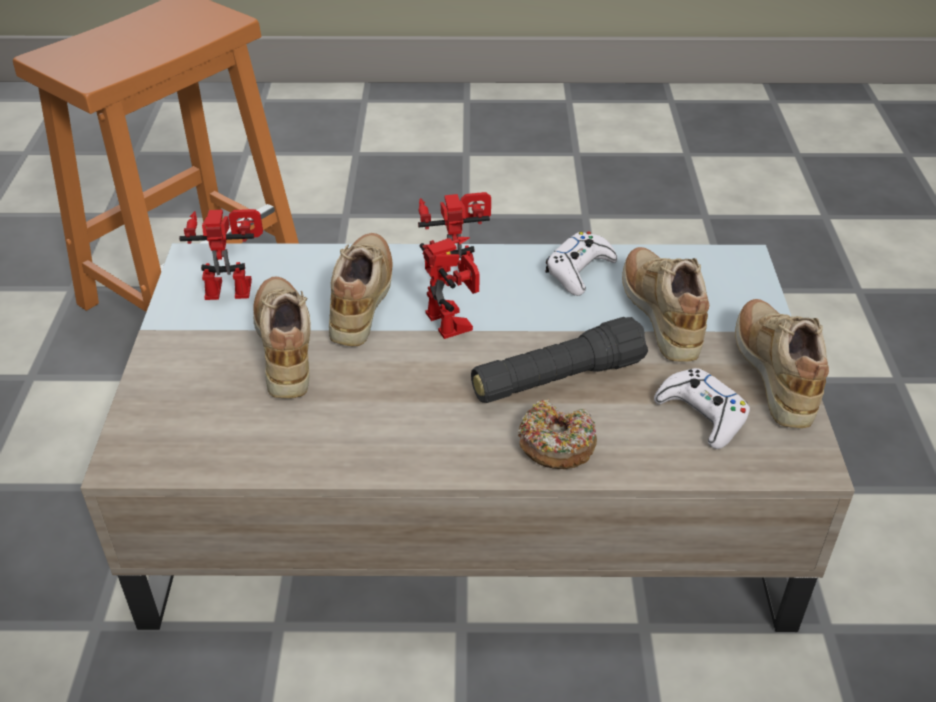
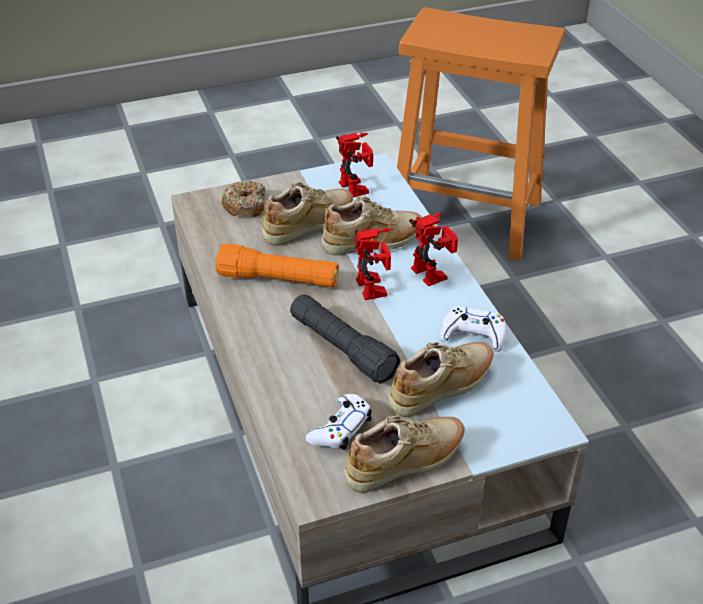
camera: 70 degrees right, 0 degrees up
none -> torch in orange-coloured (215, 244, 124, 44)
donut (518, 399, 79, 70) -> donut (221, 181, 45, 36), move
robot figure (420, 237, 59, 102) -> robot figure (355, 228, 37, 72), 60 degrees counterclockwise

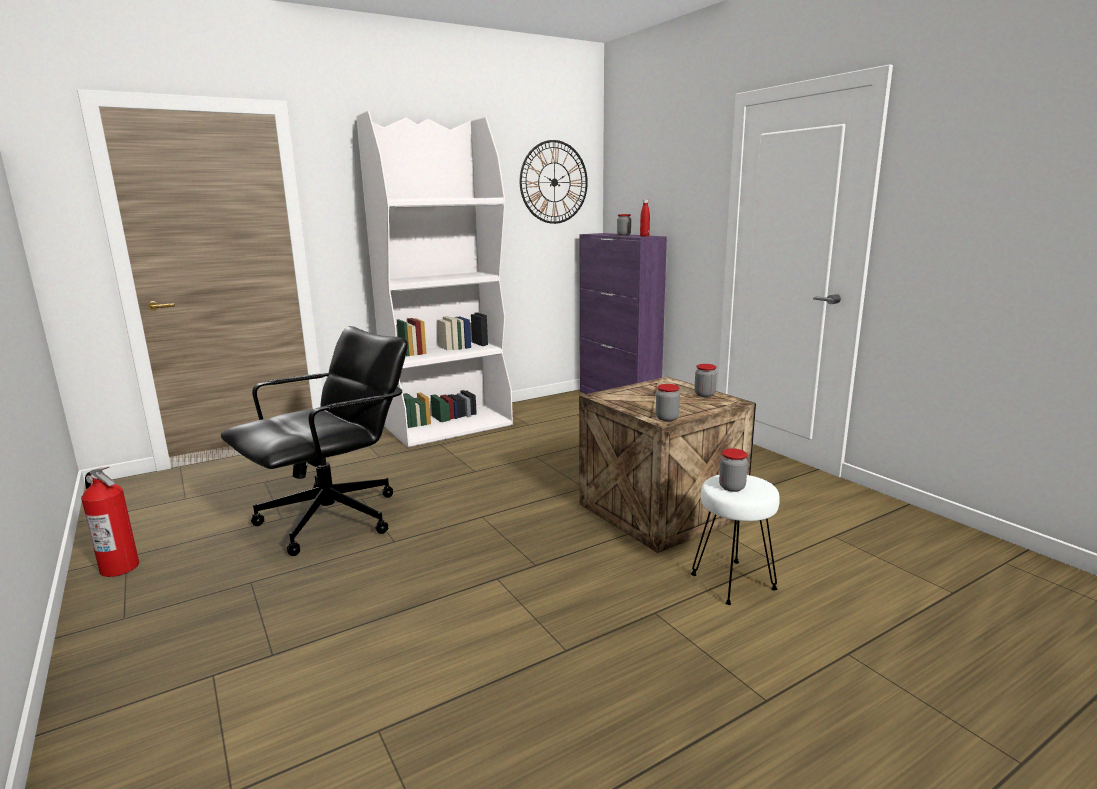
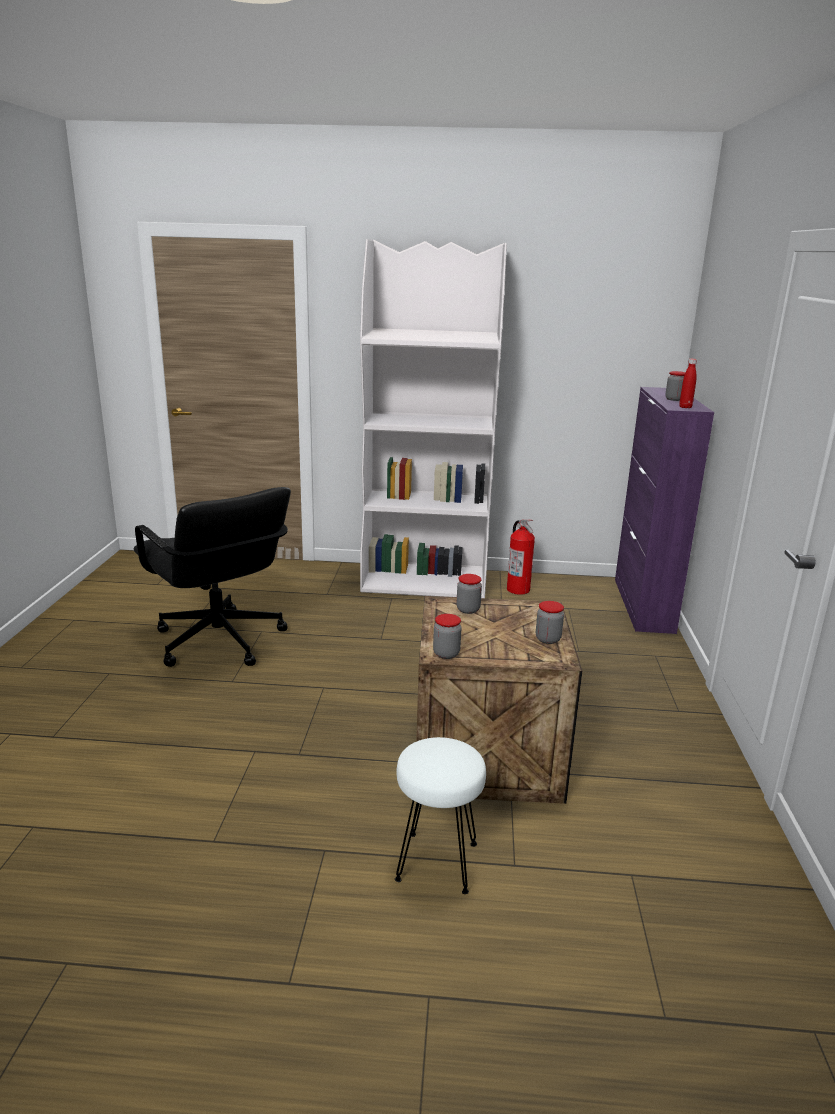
camera: 35 degrees right, 5 degrees up
clock on the wall (520, 140, 68, 84) -> none
fire-fighting cylinder (81, 467, 58, 110) -> fire-fighting cylinder (507, 519, 28, 76), move
storage jar (719, 448, 29, 44) -> storage jar (456, 574, 26, 40), move
desk chair in blackish (221, 326, 187, 230) -> desk chair in blackish (134, 487, 157, 180), 60 degrees clockwise

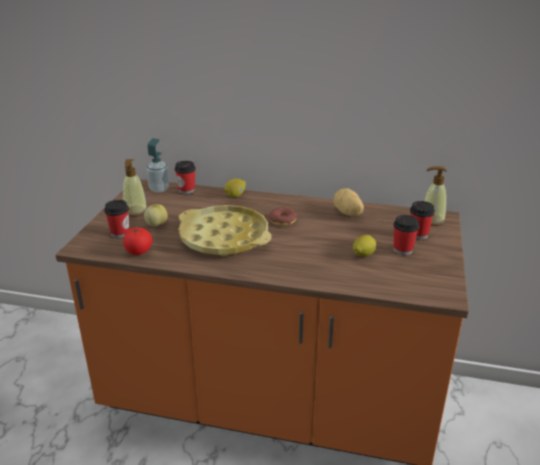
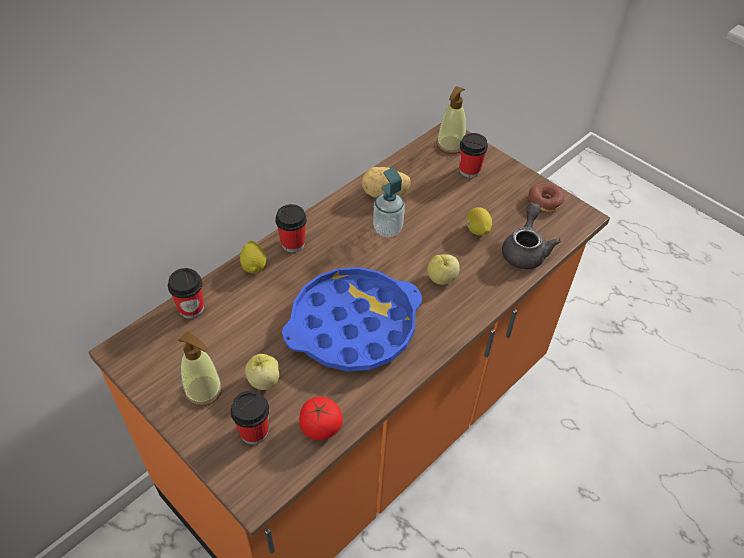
camera: 60 degrees left, 20 degrees up
none -> apple (427, 254, 33, 31)
none -> teapot in greyish (502, 203, 59, 66)
soap dispenser (147, 138, 22, 54) -> soap dispenser (373, 168, 32, 69), move
donut (269, 207, 28, 19) -> donut (528, 183, 36, 29), move
cup (394, 215, 25, 40) -> cup (275, 204, 32, 48), move
tray in yellow (179, 205, 92, 51) -> tray in bluish (282, 267, 140, 105)

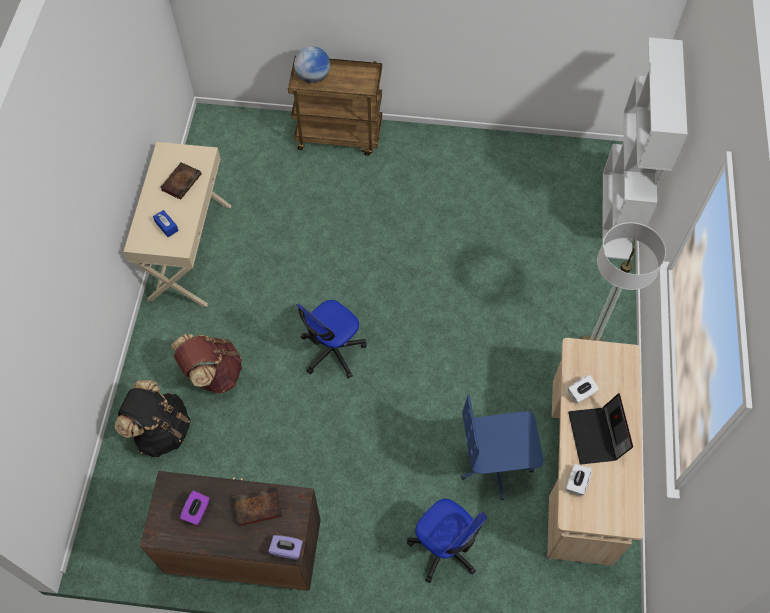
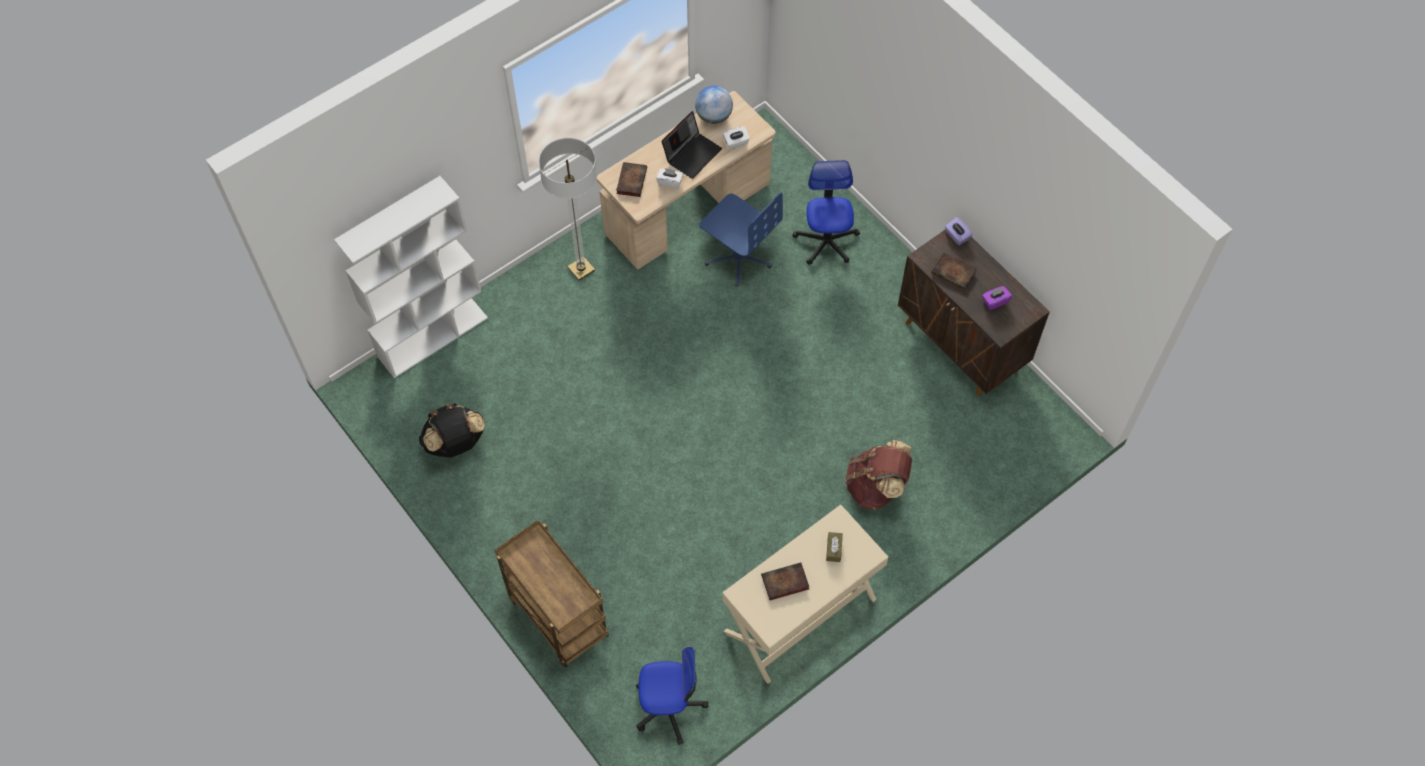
camera: 135 degrees left, 0 degrees up
none -> bound book (616, 162, 31, 35)
knapsack in blackish (115, 380, 76, 77) -> knapsack in blackish (419, 403, 66, 55), move
globe (294, 46, 36, 37) -> globe (695, 86, 38, 38), move
desk chair (297, 300, 70, 78) -> desk chair (636, 647, 72, 98), move
box of tissues in bluish (153, 210, 26, 27) -> box of tissues in brown (826, 532, 17, 30)

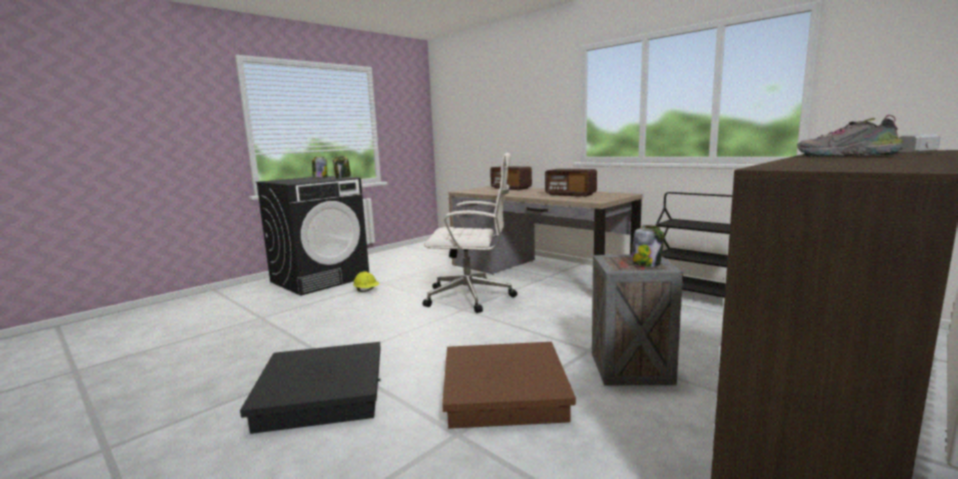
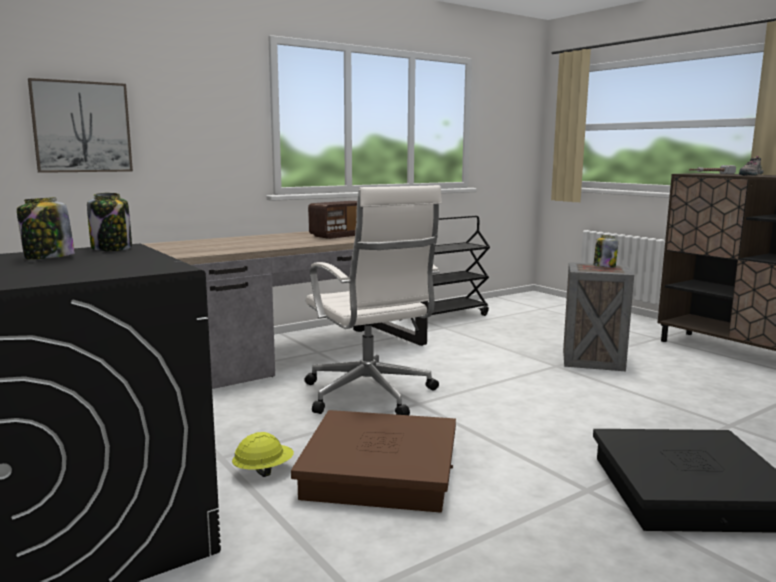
camera: 80 degrees left, 0 degrees up
radio receiver (490, 166, 42, 24) -> none
none -> wall art (28, 78, 105, 95)
storage bin in brown (442, 342, 134, 87) -> storage bin in brown (291, 410, 165, 103), move
desk chair in whitish (423, 152, 94, 161) -> desk chair in whitish (305, 185, 137, 230), 135 degrees clockwise

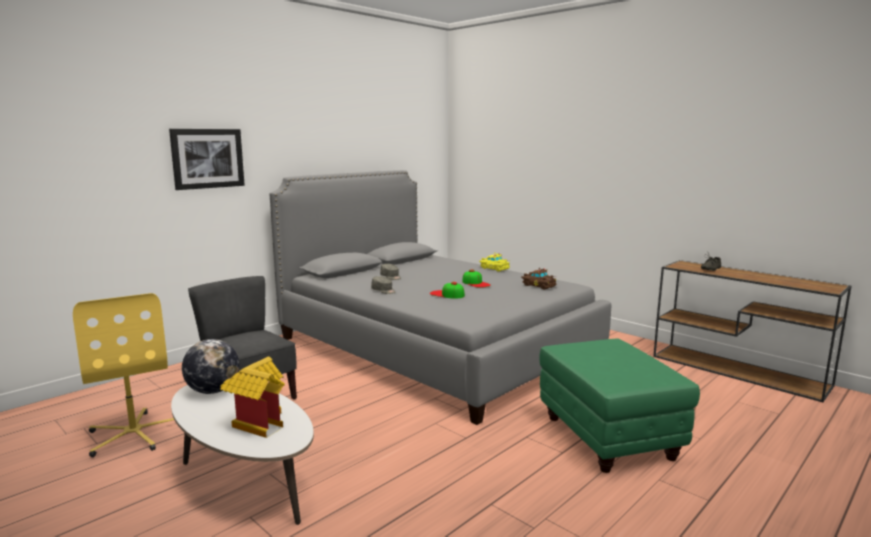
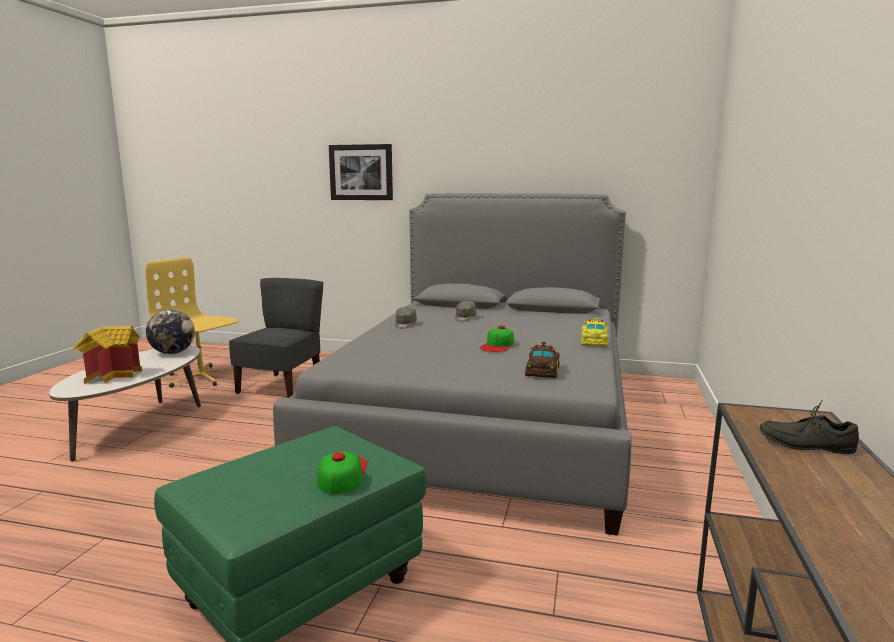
camera: 60 degrees right, 0 degrees up
cap (430, 282, 35, 17) -> cap (317, 451, 50, 43), move
desk chair in yellow (73, 293, 101, 164) -> desk chair in yellow (145, 257, 94, 131), 90 degrees clockwise

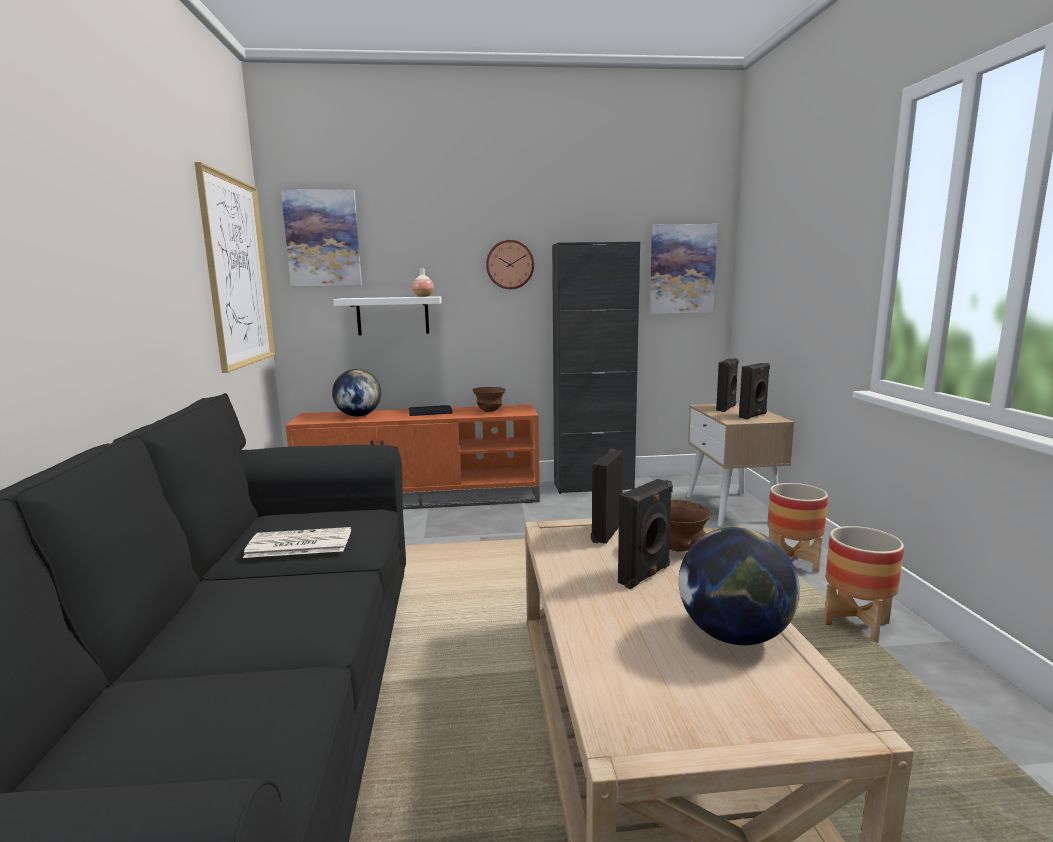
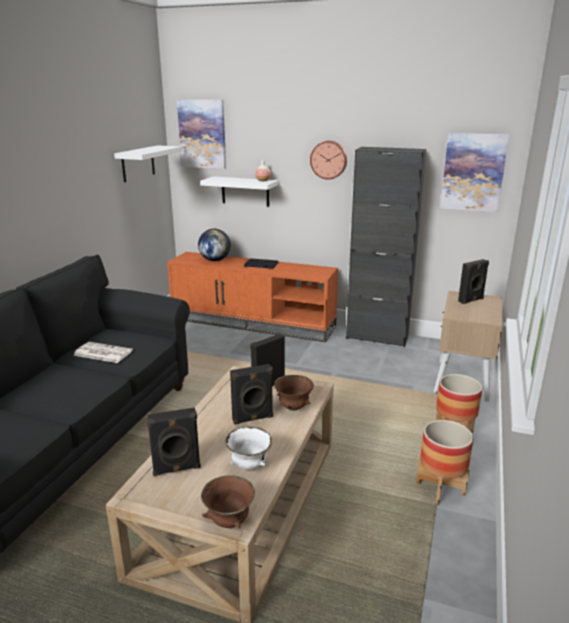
camera: 25 degrees right, 10 degrees up
deep dish in brown (473, 387, 33, 25) -> deep dish in brown (201, 475, 54, 53), move
audio speaker in blackish (739, 363, 31, 56) -> audio speaker in blackish (147, 408, 54, 68), move
wall art (194, 162, 81, 211) -> bracket shelf in whitish (114, 145, 69, 37)
globe (679, 527, 121, 118) -> deep dish in whitish (225, 426, 47, 44)

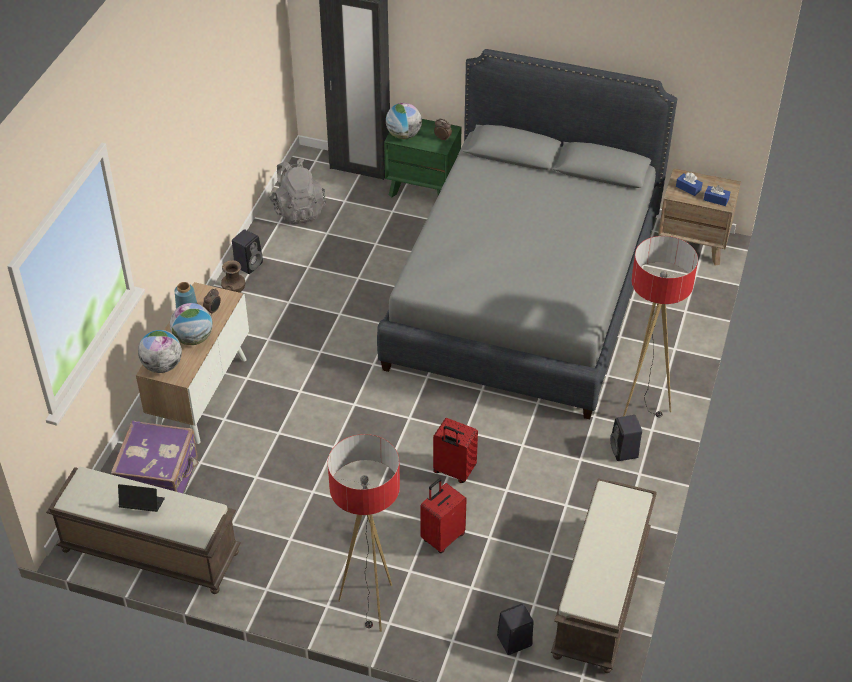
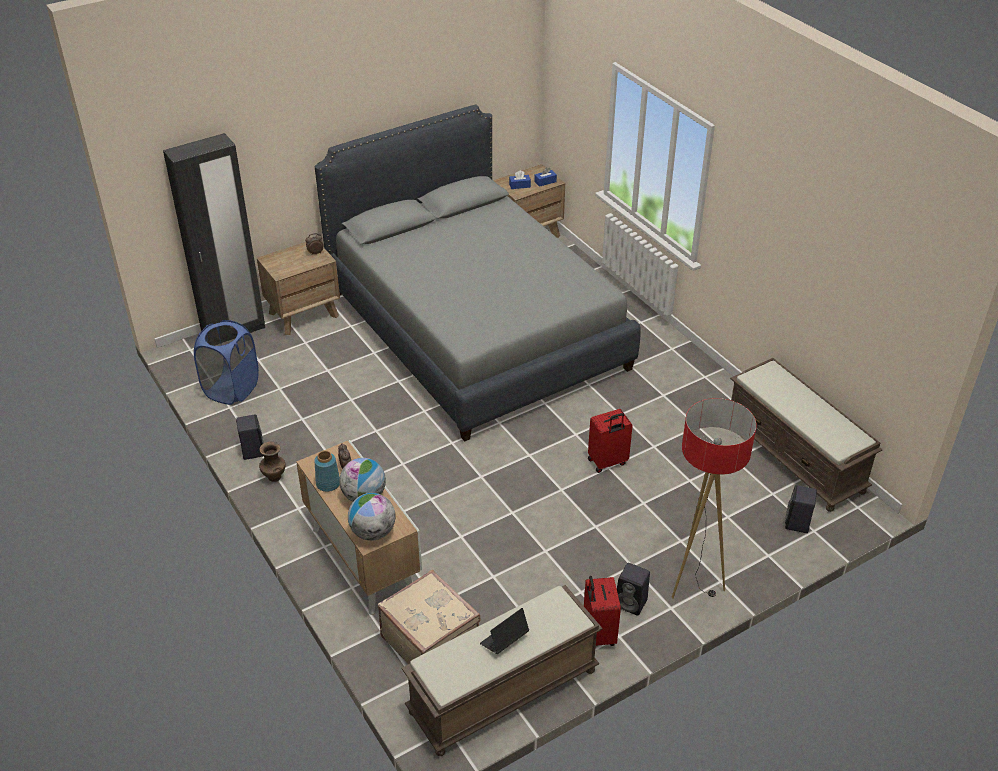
camera: 50 degrees left, 5 degrees down
globe (386, 103, 36, 36) -> none
standing lamp (623, 236, 75, 181) -> none
piece of luggage in red-coloured (420, 478, 47, 75) -> piece of luggage in red-coloured (584, 576, 37, 70), move
audio speaker in blackish (610, 415, 32, 46) -> audio speaker in blackish (617, 563, 33, 53), move
knapsack in greyish (269, 158, 57, 66) -> laundry basket in bluish (194, 320, 65, 85)
piece of luggage in purplish (111, 421, 88, 73) -> piece of luggage in beige (378, 570, 102, 94)
bedside table in greenish (384, 119, 78, 78) -> bedside table in brown (257, 242, 83, 93)

